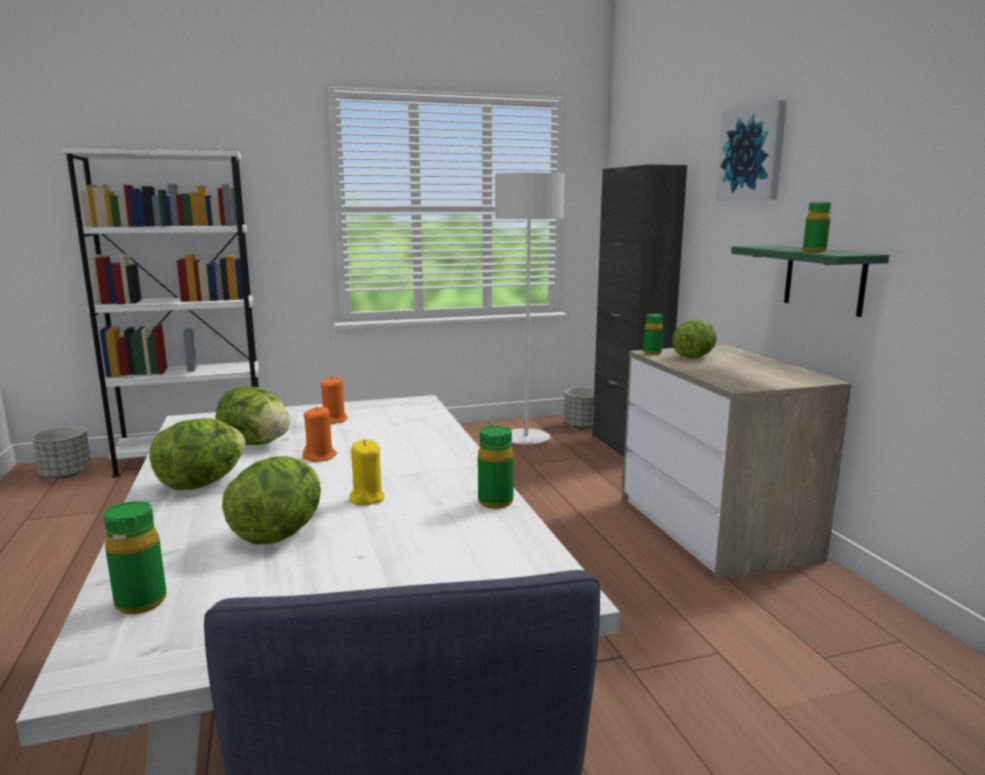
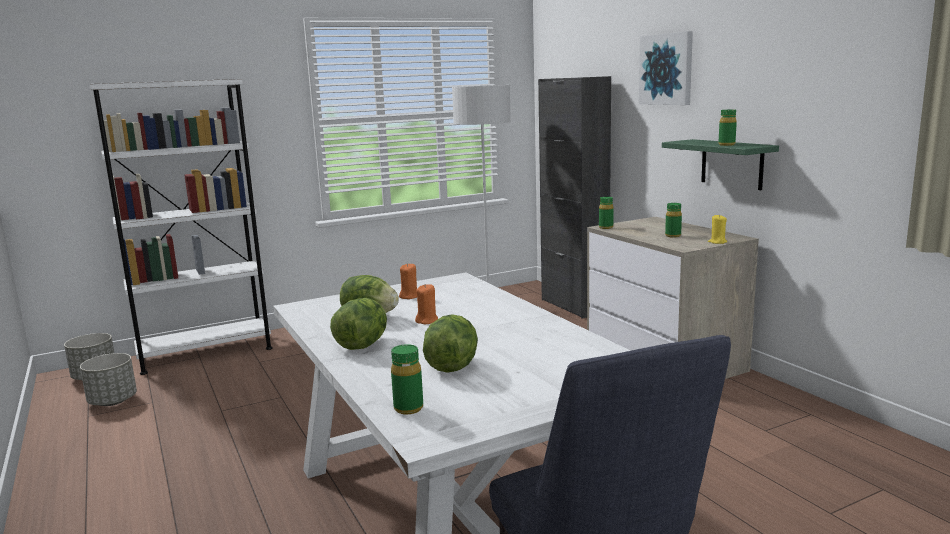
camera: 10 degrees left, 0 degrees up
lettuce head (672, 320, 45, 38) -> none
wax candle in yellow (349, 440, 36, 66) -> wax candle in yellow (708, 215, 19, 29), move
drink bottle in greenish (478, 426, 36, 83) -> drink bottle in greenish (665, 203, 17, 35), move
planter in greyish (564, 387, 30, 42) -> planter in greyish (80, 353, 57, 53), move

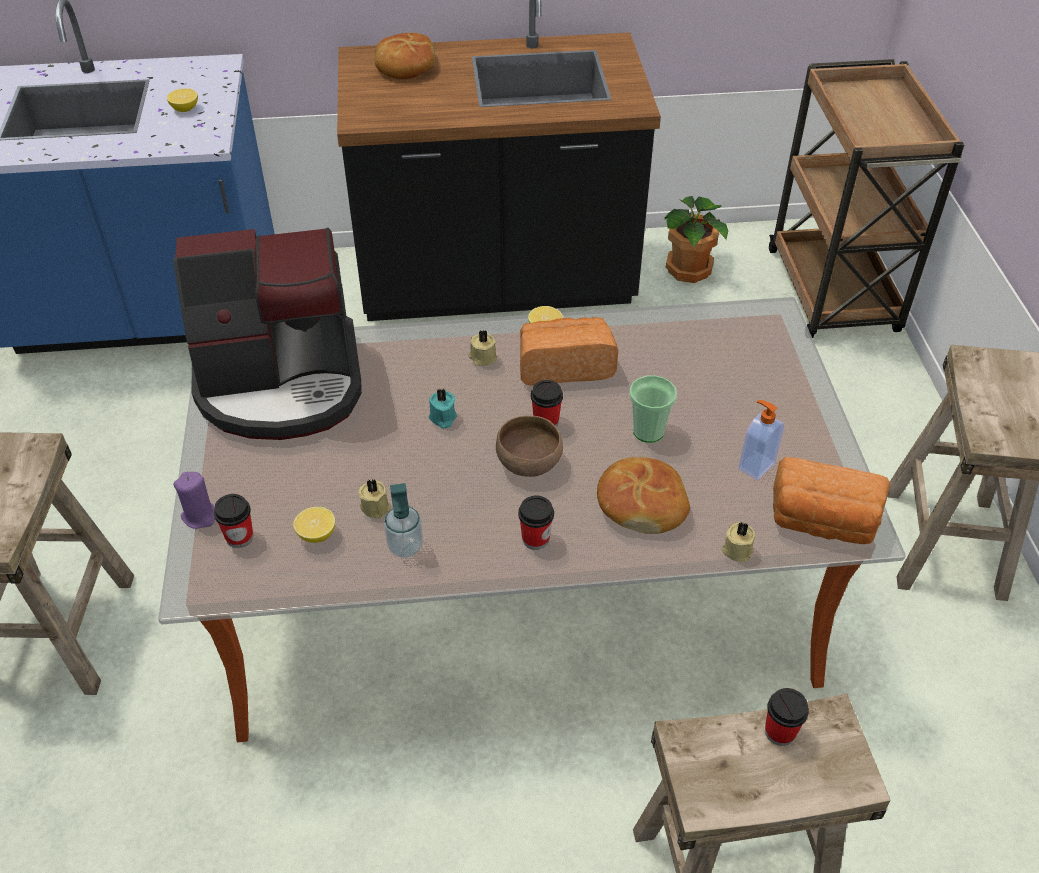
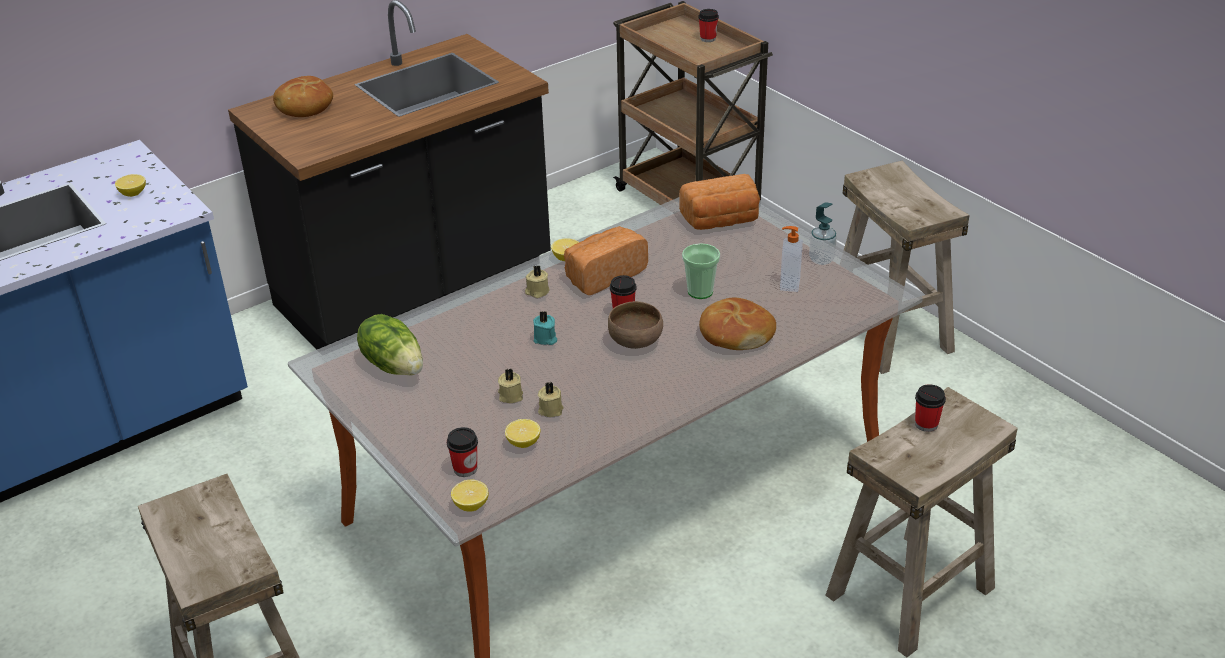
camera: 30 degrees left, 10 degrees down
wax candle in purplish (173, 472, 42, 57) -> none
potted plant (664, 196, 64, 87) -> none
none -> lemon (451, 480, 37, 31)
soap dispenser (384, 483, 39, 75) -> soap dispenser (809, 203, 28, 62), move
cup (518, 495, 36, 55) -> cup (698, 9, 21, 33), move
wax candle in beige (722, 522, 34, 40) -> wax candle in beige (498, 368, 25, 35), move
baked bread (773, 457, 117, 87) -> baked bread (679, 174, 81, 56), move
coffee machine (173, 228, 189, 212) -> lettuce head (357, 314, 66, 62)

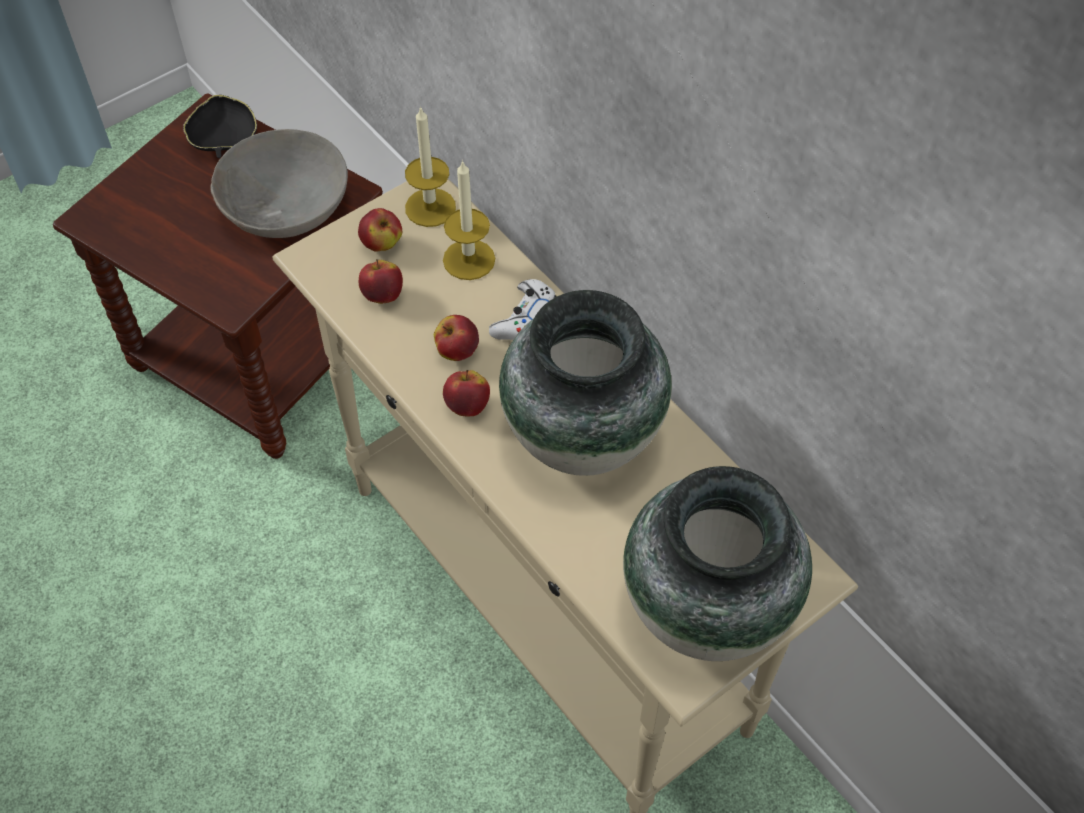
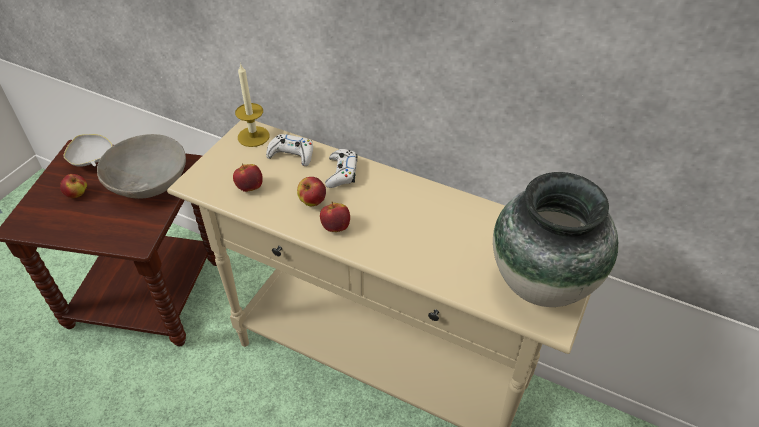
camera: 25 degrees left, 10 degrees down
flower vase (499, 290, 173, 186) -> none
apple (358, 208, 44, 44) -> apple (60, 174, 27, 24), move
wax candle (443, 160, 52, 120) -> gamepad in whitish (266, 134, 47, 32)
deep dish in blackish (183, 95, 74, 63) -> deep dish in whitish (63, 134, 50, 33)

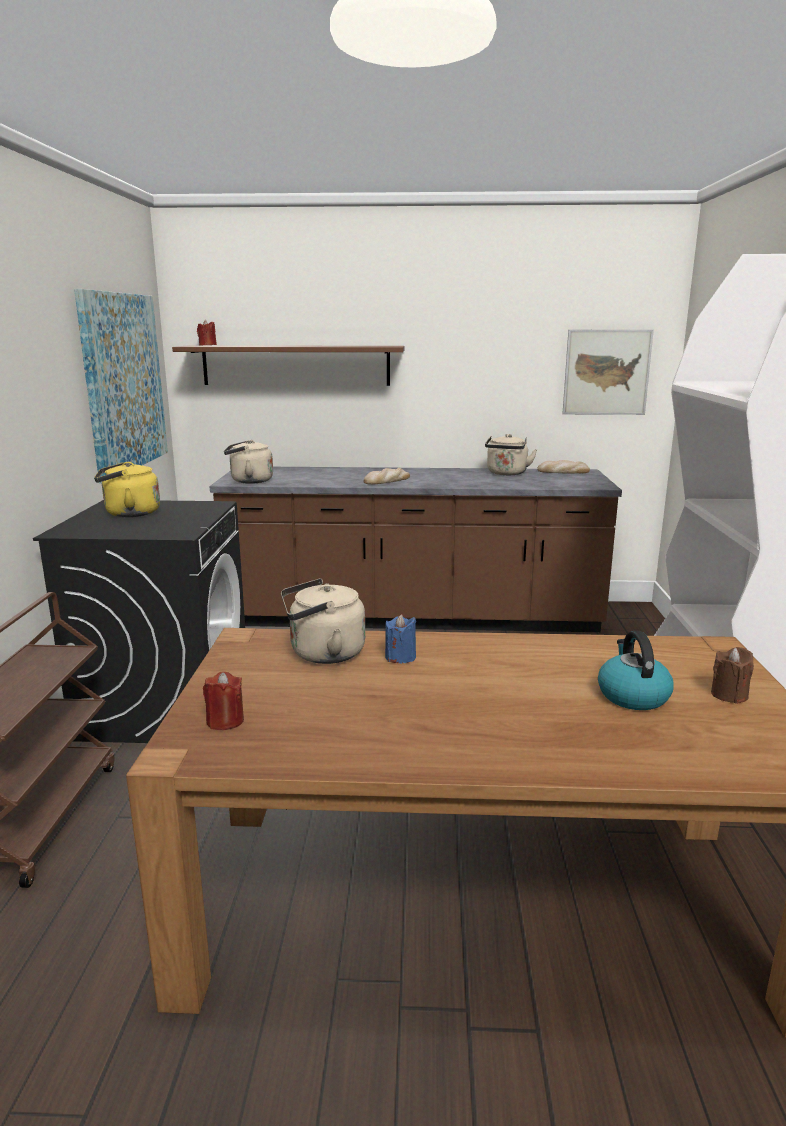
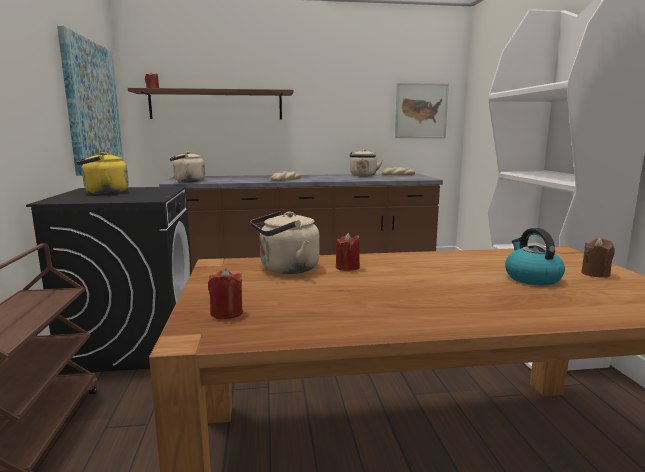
camera: 10 degrees left, 5 degrees down
wax candle in bluish (385, 614, 31, 49) -> wax candle in red-coloured (336, 233, 24, 38)

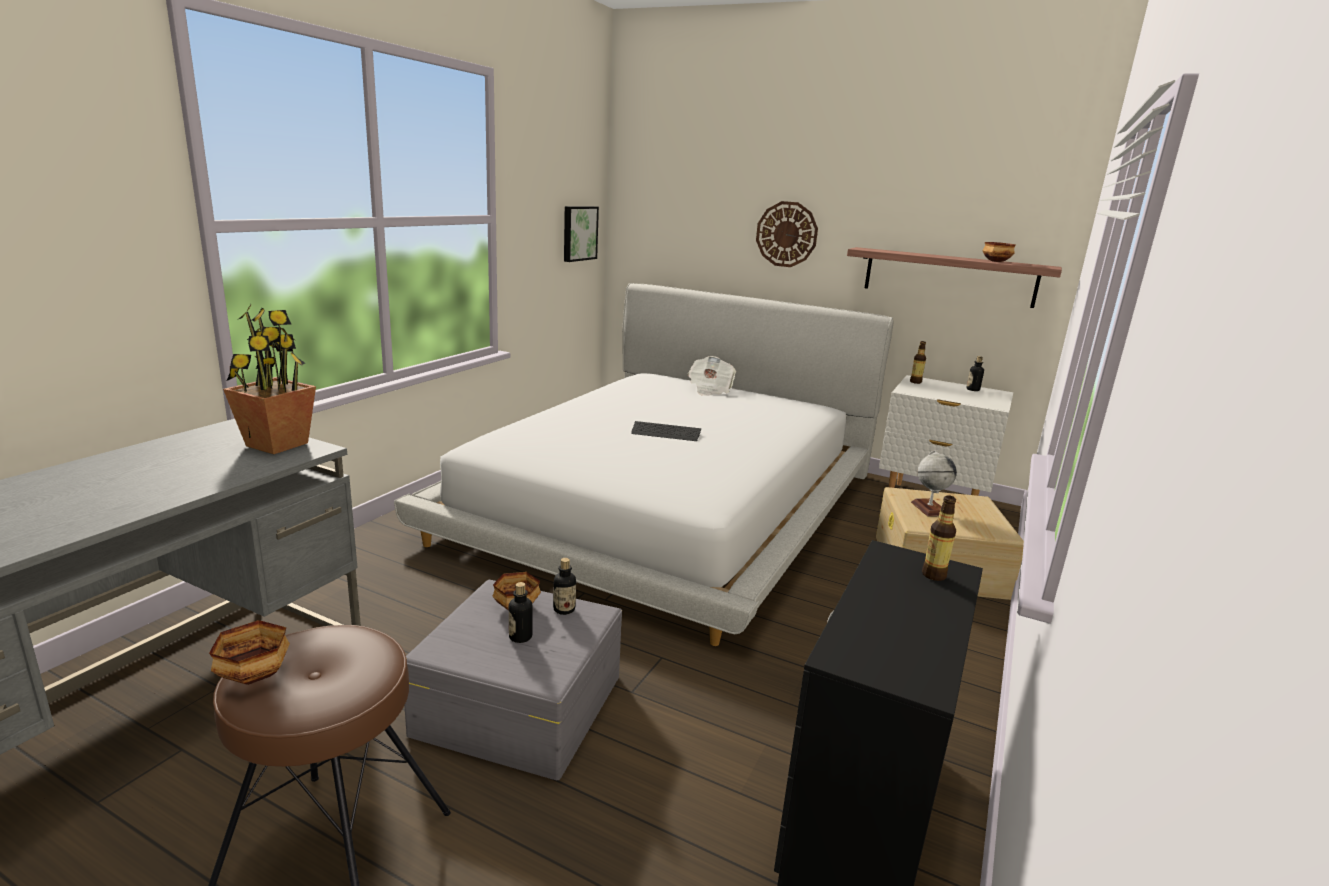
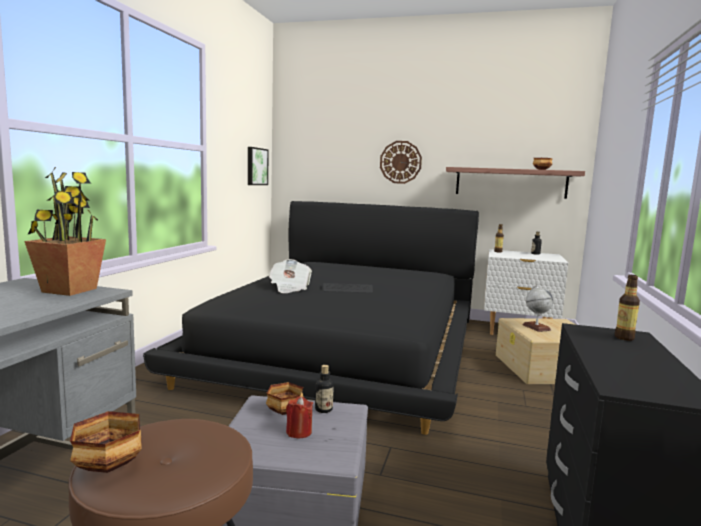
camera: 10 degrees left, 10 degrees down
printed paper (688, 356, 48, 40) -> printed paper (268, 259, 44, 34), move
drink bottle (509, 582, 24, 61) -> wax candle in red-coloured (286, 397, 27, 41)
bed in whitish (394, 283, 500, 363) -> bed in blackish (143, 201, 336, 234)

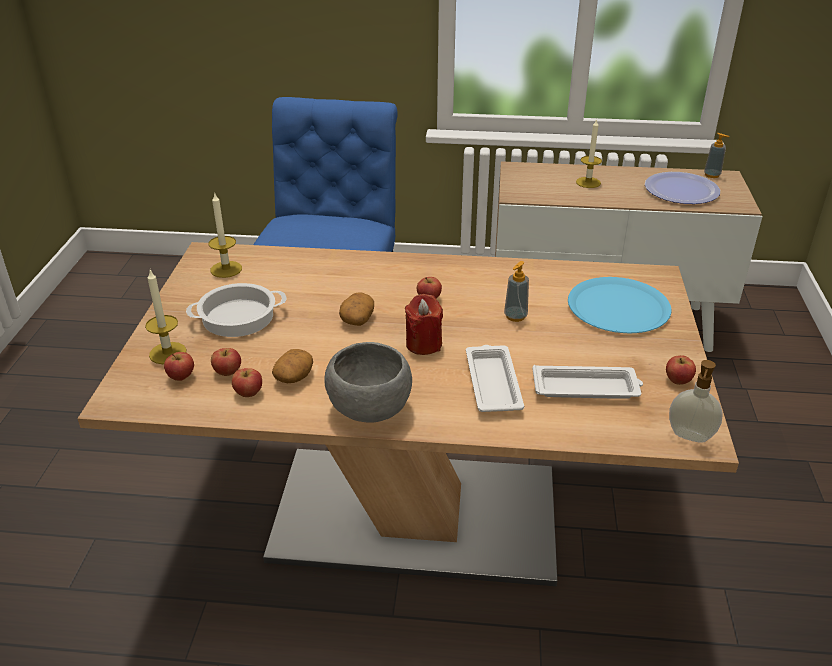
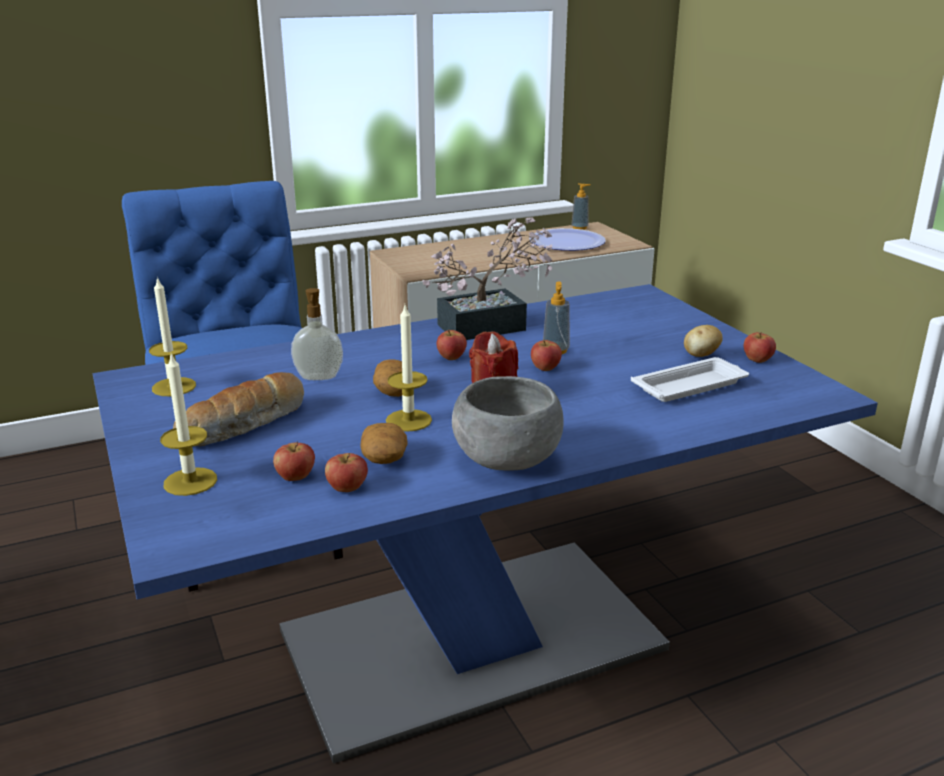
camera: 30 degrees left, 10 degrees down
tray in whitish (466, 345, 58, 67) -> none
plate in bluish (568, 277, 103, 56) -> none
none -> potted plant (422, 217, 131, 123)
none -> potato (684, 325, 39, 32)
apple (164, 352, 30, 29) -> apple (531, 340, 31, 31), move
wax candle (576, 119, 26, 69) -> wax candle (386, 305, 46, 127), move
soap dispenser (669, 360, 54, 83) -> soap dispenser (291, 288, 52, 92), move
saucepot (186, 283, 101, 54) -> baked bread (173, 372, 131, 75)
kitchen table in brown (77, 242, 662, 344) -> kitchen table in bluish (93, 284, 785, 480)

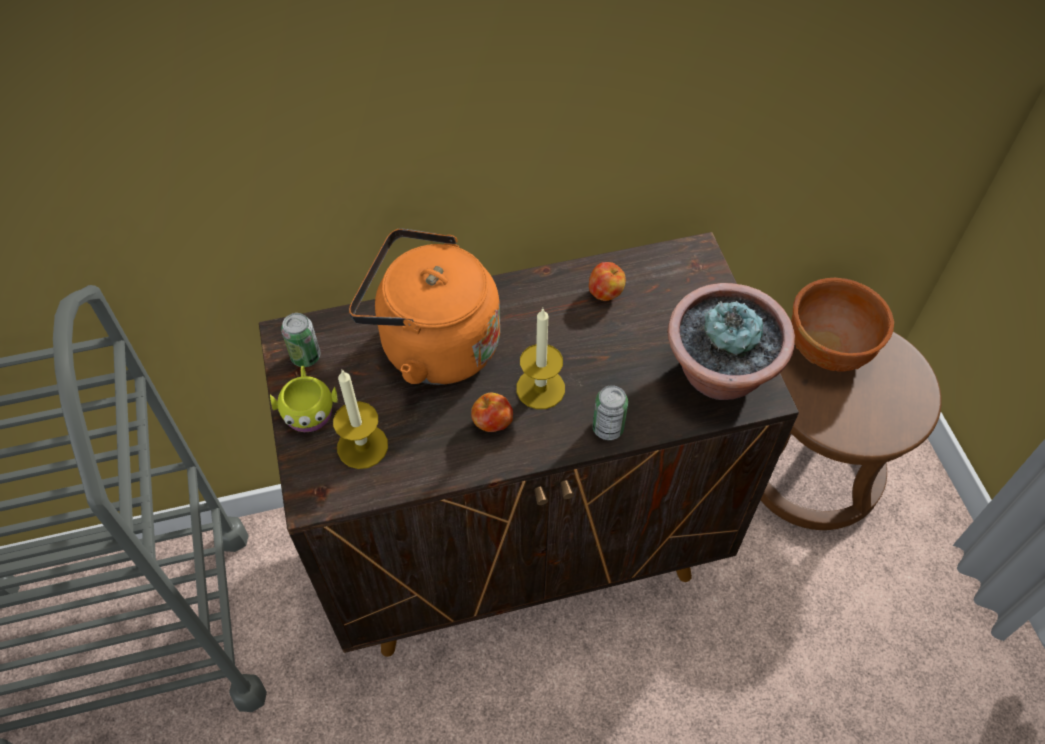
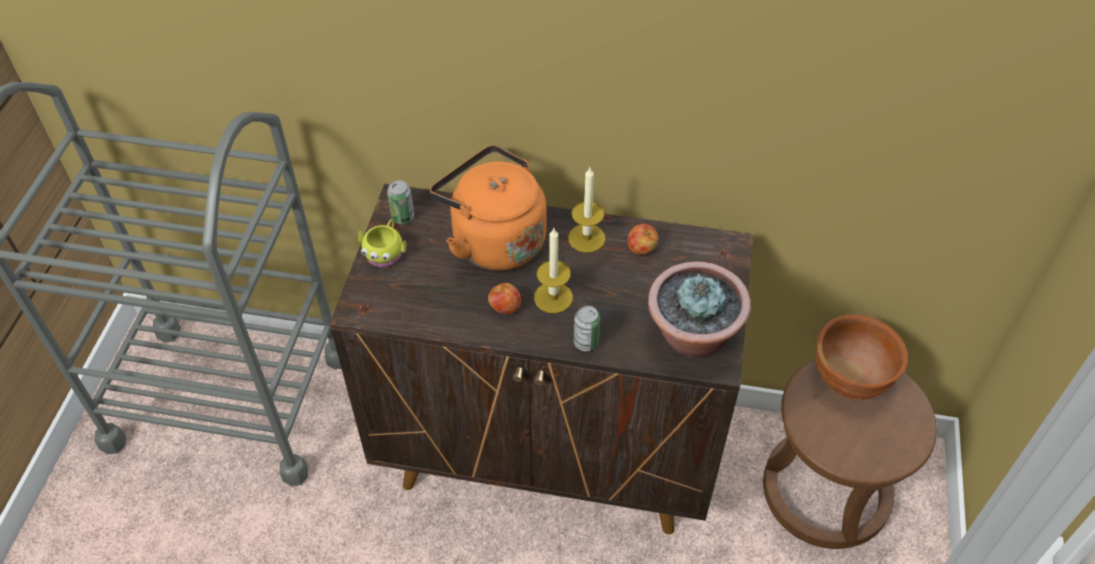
camera: 25 degrees right, 5 degrees down
wax candle (333, 370, 55, 99) -> wax candle (568, 168, 37, 85), move

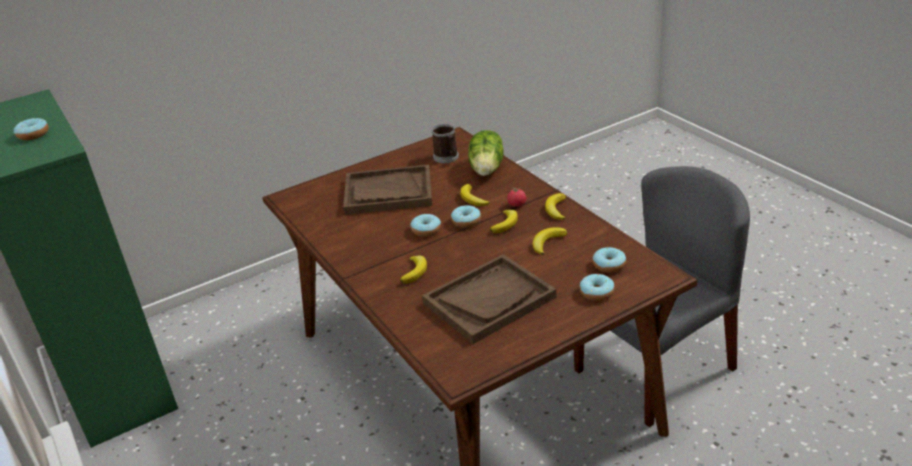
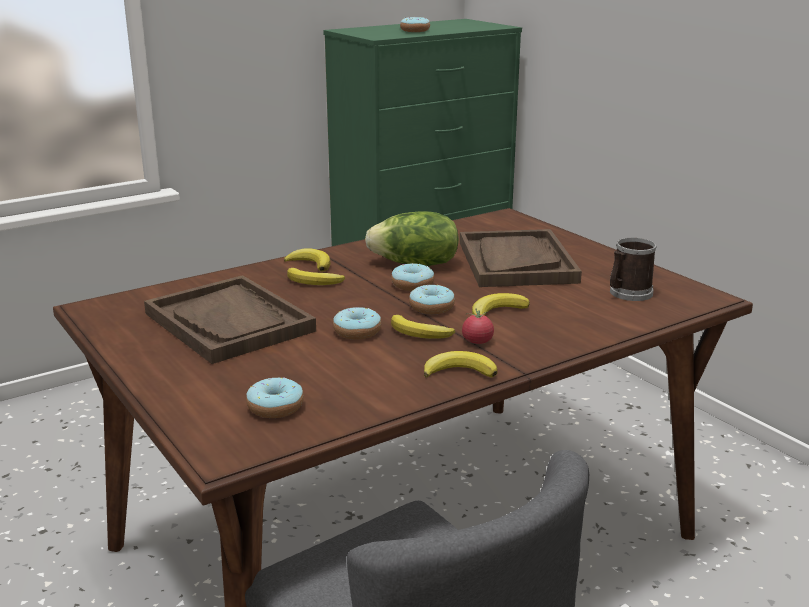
camera: 85 degrees right, 10 degrees down
lettuce head (468, 130, 36, 46) -> lettuce head (365, 211, 94, 55), move
whole banana (533, 227, 34, 28) -> whole banana (284, 249, 46, 23), move
donut (579, 274, 36, 27) -> donut (333, 307, 48, 33), move

